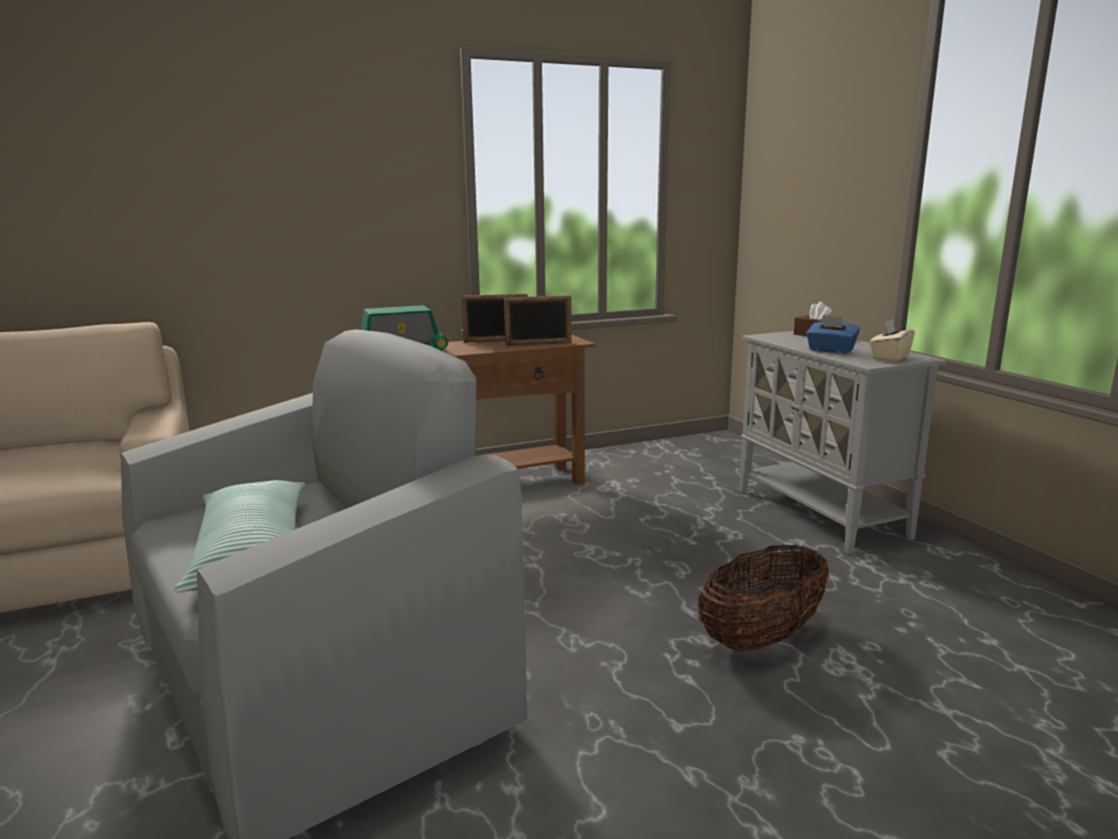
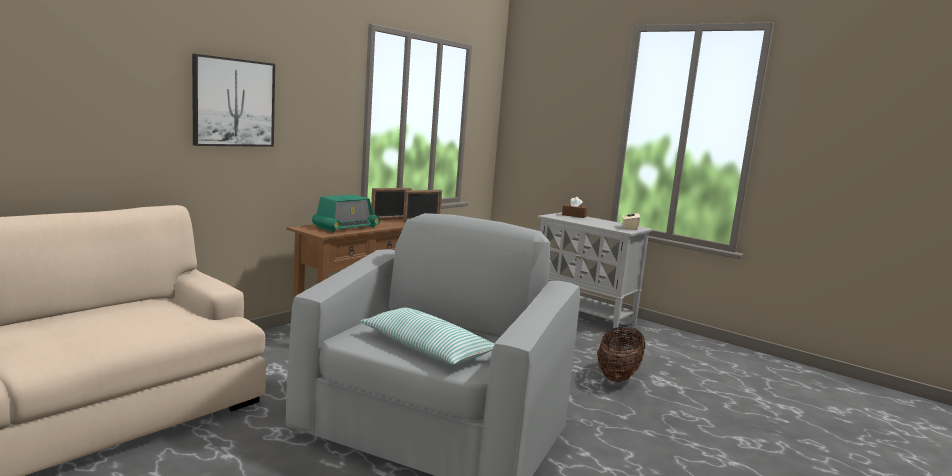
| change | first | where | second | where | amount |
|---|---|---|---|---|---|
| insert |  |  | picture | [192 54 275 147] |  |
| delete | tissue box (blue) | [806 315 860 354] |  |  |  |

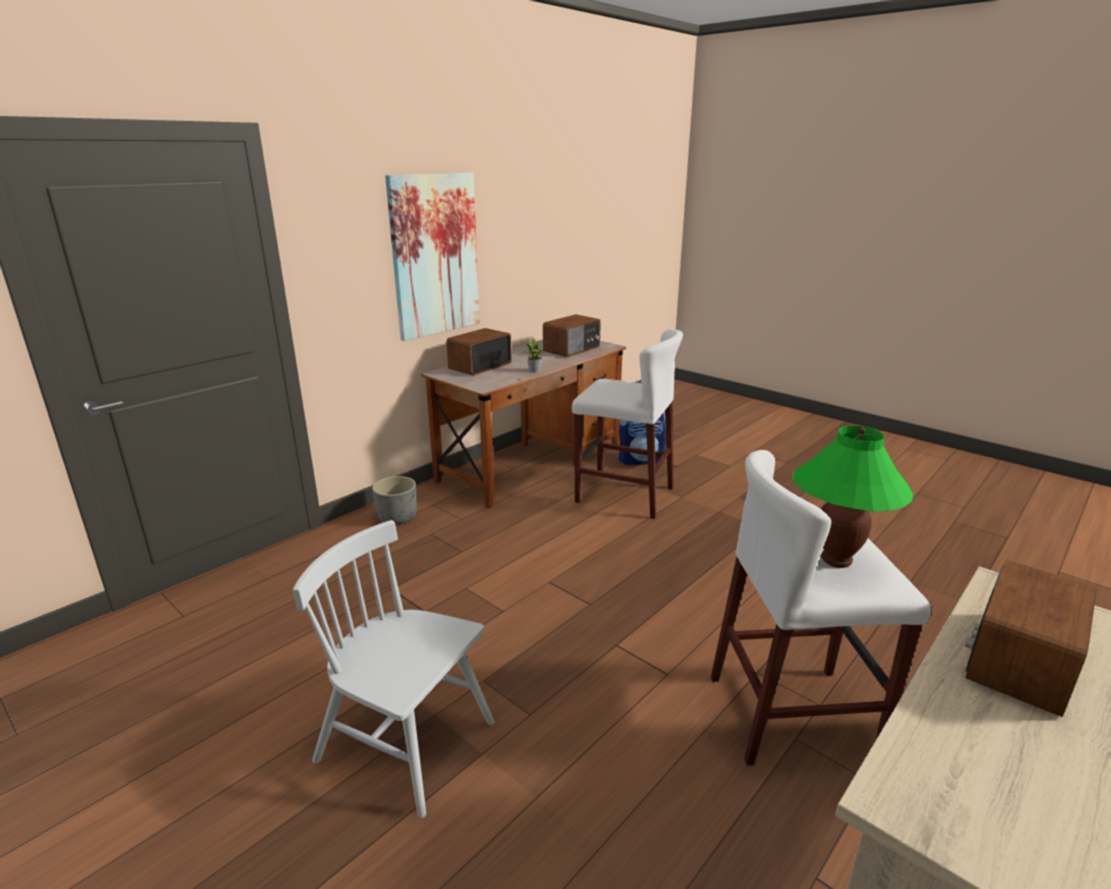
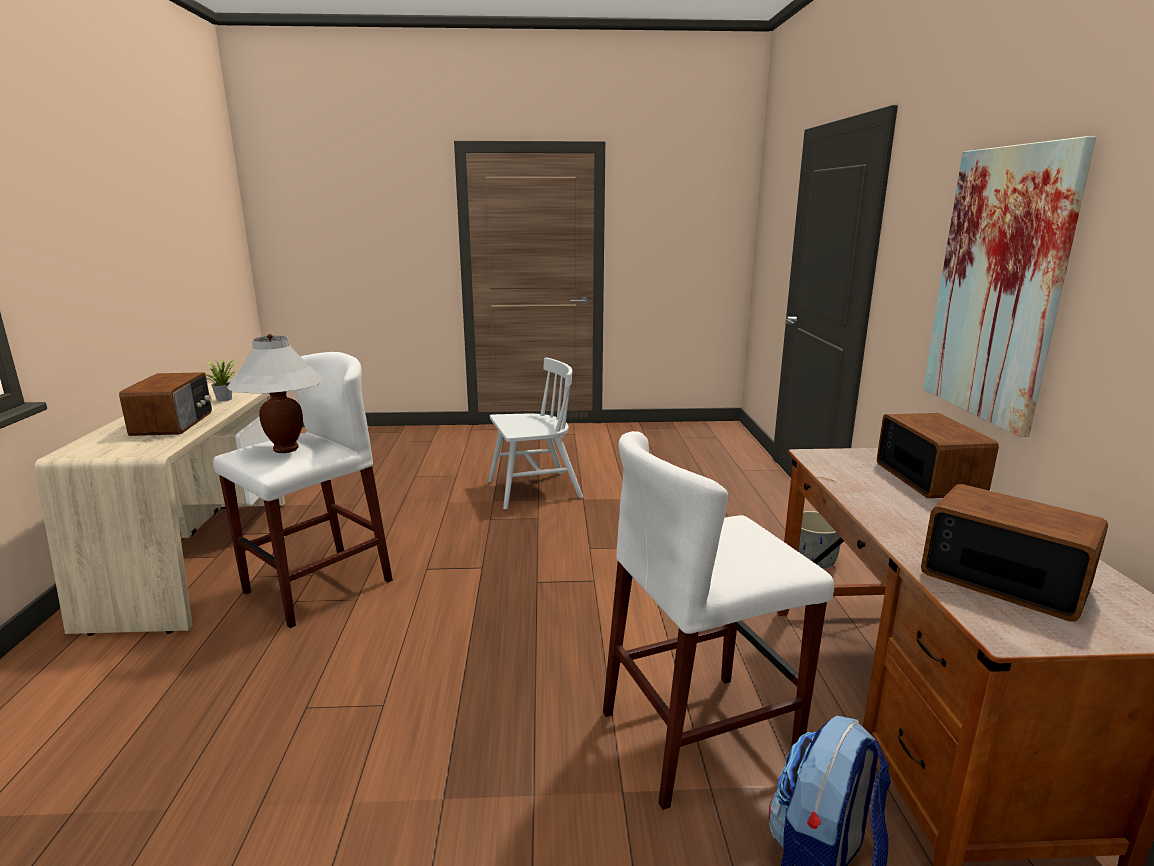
| change | first | where | second | where | amount |
|---|---|---|---|---|---|
| move | potted plant | [519 336 549 373] |  | [200 358 237 401] |  |
| recolor | table lamp (green) | [793 425 914 568] | table lamp (white) | [227 334 324 453] |  |
| rotate | radio | [543 314 601 357] |  | [921 484 1108 622] | 135 degrees clockwise |

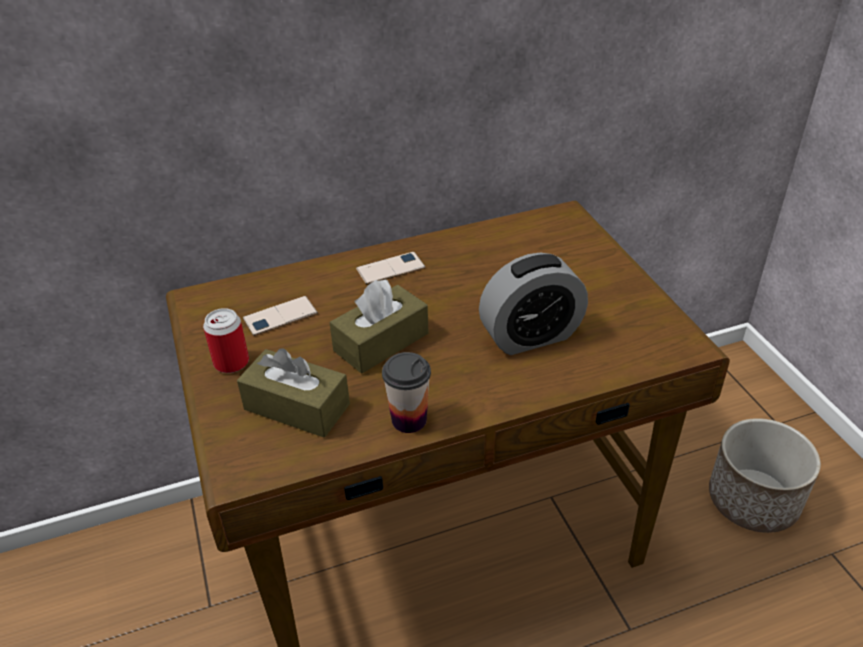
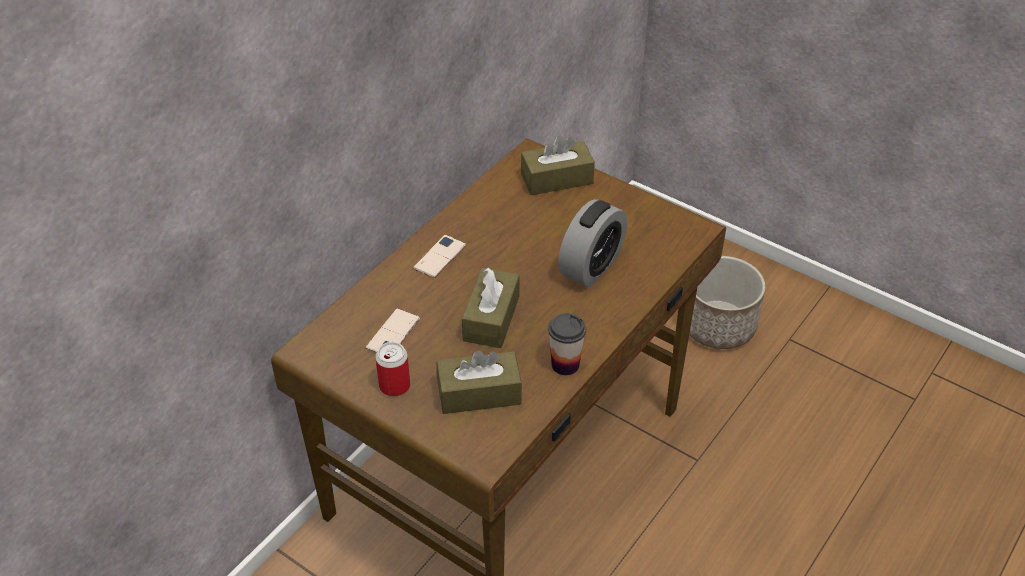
| change | first | where | second | where | amount |
|---|---|---|---|---|---|
| insert |  |  | tissue box (brown) | [521 136 595 195] |  |

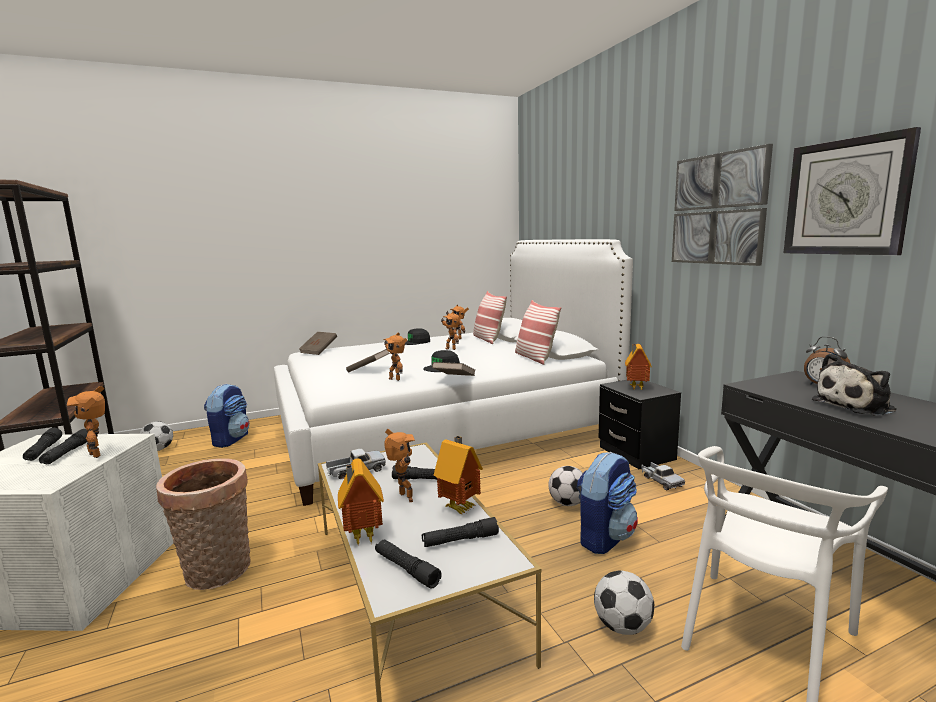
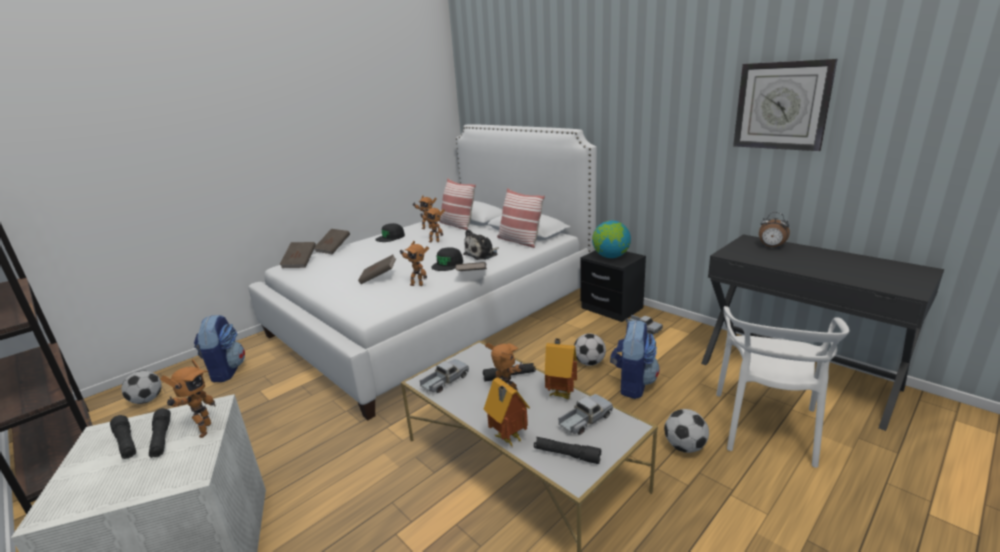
| change | first | where | second | where | amount |
|---|---|---|---|---|---|
| rotate | toy robot | [67 386 105 458] |  | [160 359 215 438] | 120 degrees counterclockwise |
| insert |  |  | book (brown) | [314 229 350 254] |  |
| move | plush toy | [812 354 897 416] |  | [463 229 499 260] |  |
| replace | flashlight (black) | [422 517 499 547] | toy truck | [559 394 613 435] |  |
| replace | toy house | [625 344 652 390] | globe | [592 220 631 258] |  |
| delete | basket | [156 459 250 590] |  |  |  |
| delete | picture | [672 144 773 266] |  |  |  |

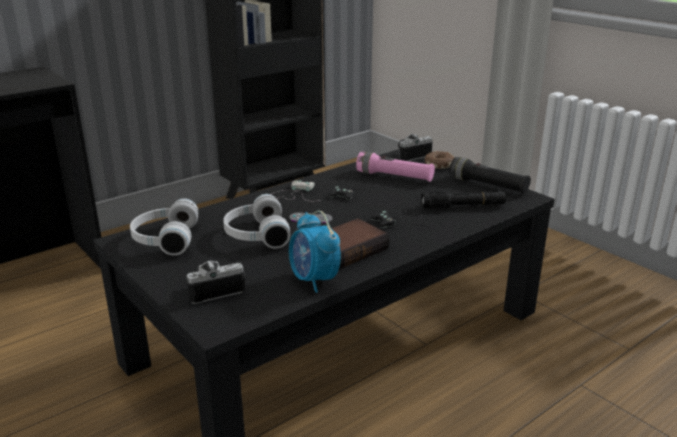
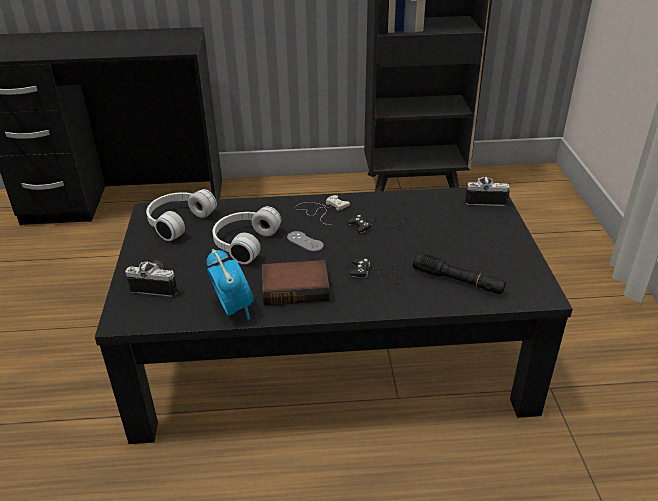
| change | first | where | second | where | amount |
|---|---|---|---|---|---|
| rotate | alarm clock | [289 211 341 293] |  | [207 249 254 319] | 150 degrees clockwise |
| delete | flashlight (pink) | [356 152 435 182] |  |  |  |
| delete | donut | [425 151 455 169] |  |  |  |
| delete | flashlight (black) | [449 157 531 194] |  |  |  |

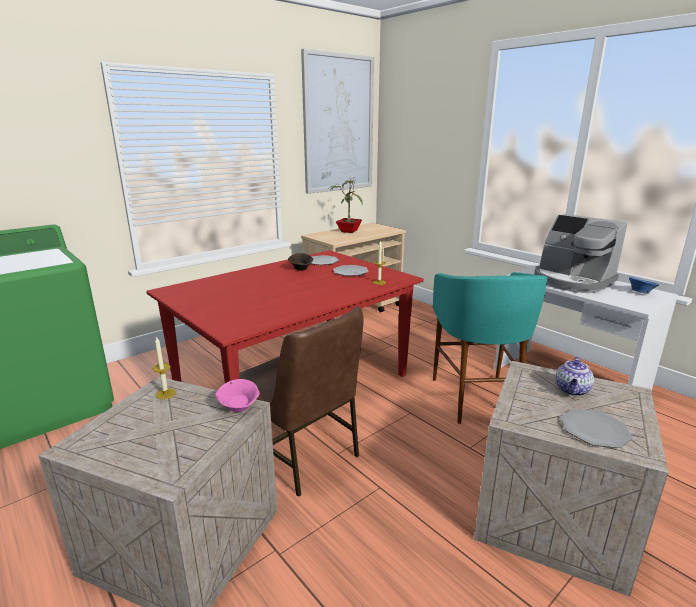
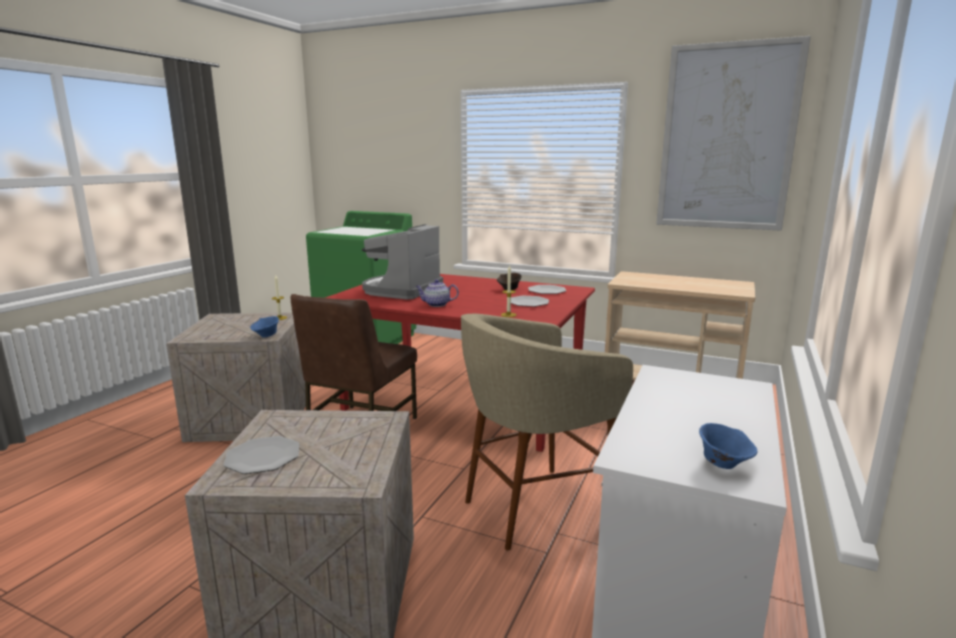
| change | first | where | second | where | amount |
|---|---|---|---|---|---|
| recolor | bowl (pink) | [215 379 260 412] | bowl (blue) | [250 316 279 338] |  |
| move | coffee machine | [534 214 628 293] |  | [362 224 443 300] |  |
| move | teapot | [556 357 594 396] |  | [415 280 459 307] |  |
| recolor | stool (turquoise) | [433 272 548 424] | stool (beige) | [461 314 633 550] |  |
| delete | potted plant | [331 176 363 233] |  |  |  |

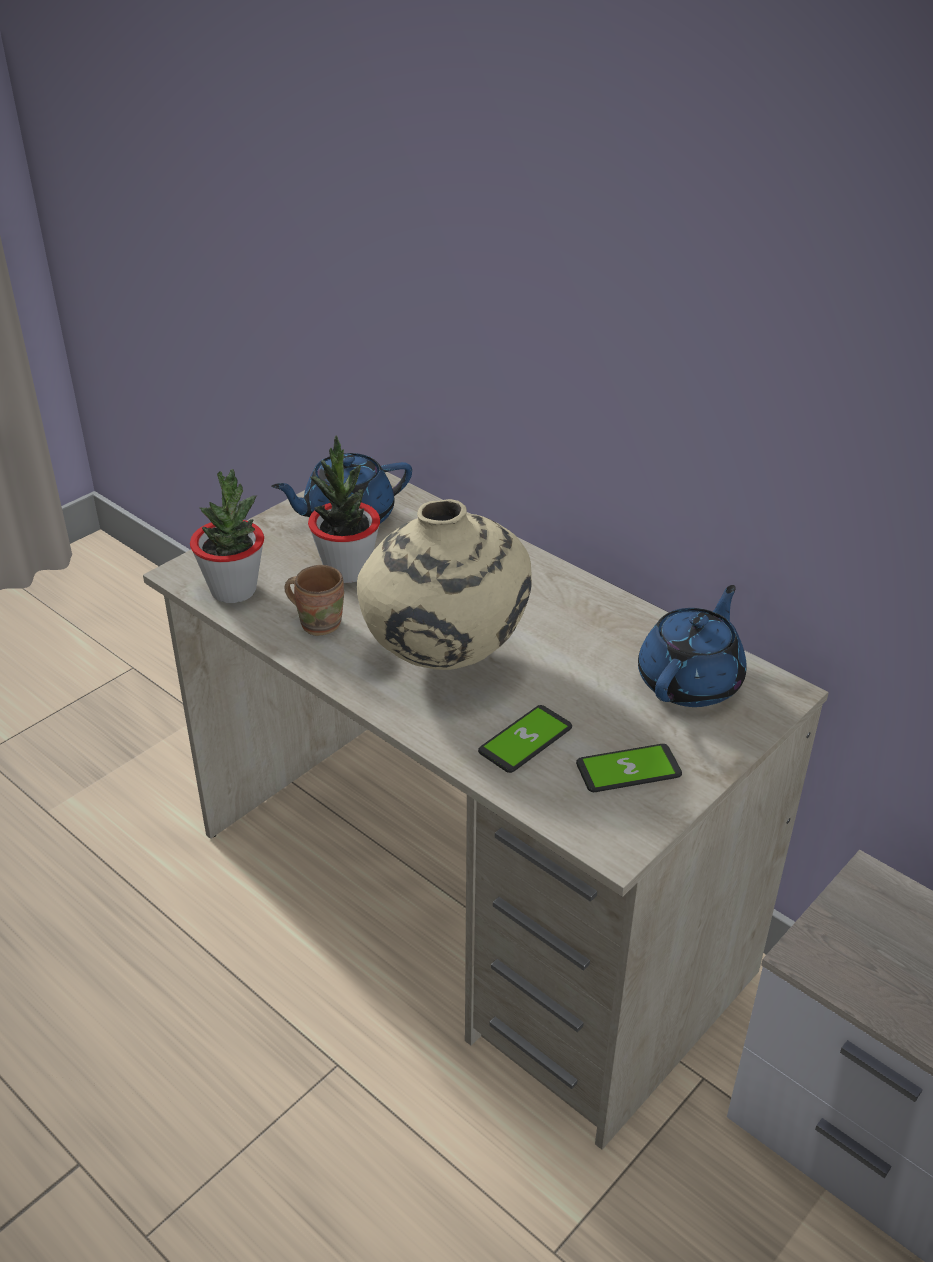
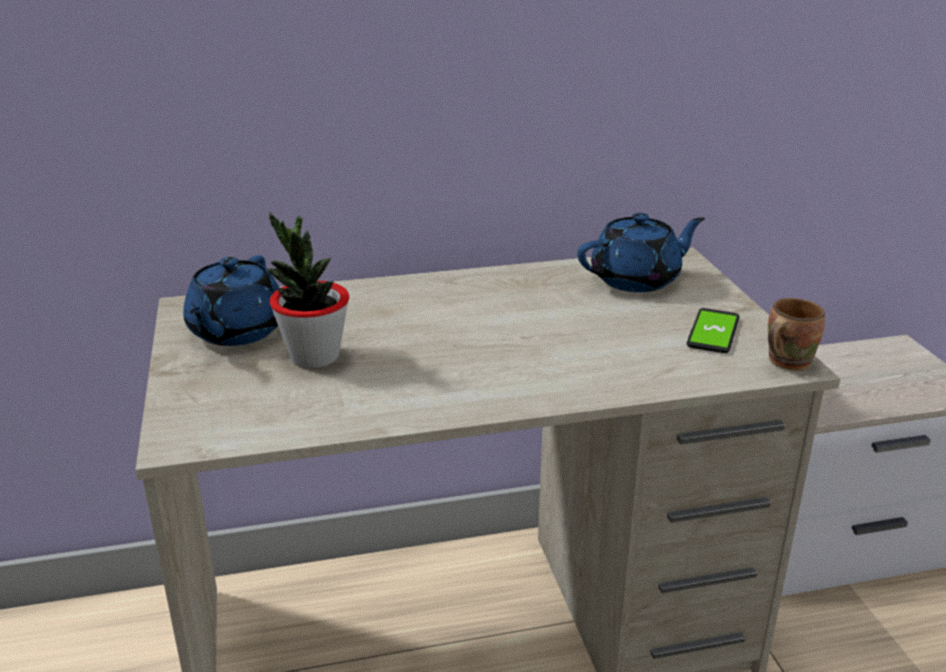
| change | first | where | second | where | amount |
|---|---|---|---|---|---|
| rotate | teapot (blue) | [638 585 747 707] |  | [577 213 705 292] | 90 degrees clockwise |
| move | mug (brown) | [285 565 344 636] |  | [768 298 825 371] |  |
| delete | potted plant | [190 469 264 603] |  |  |  |
| delete | vase (beige) | [357 499 532 670] |  |  |  |
| delete | phone | [478 705 572 773] |  |  |  |

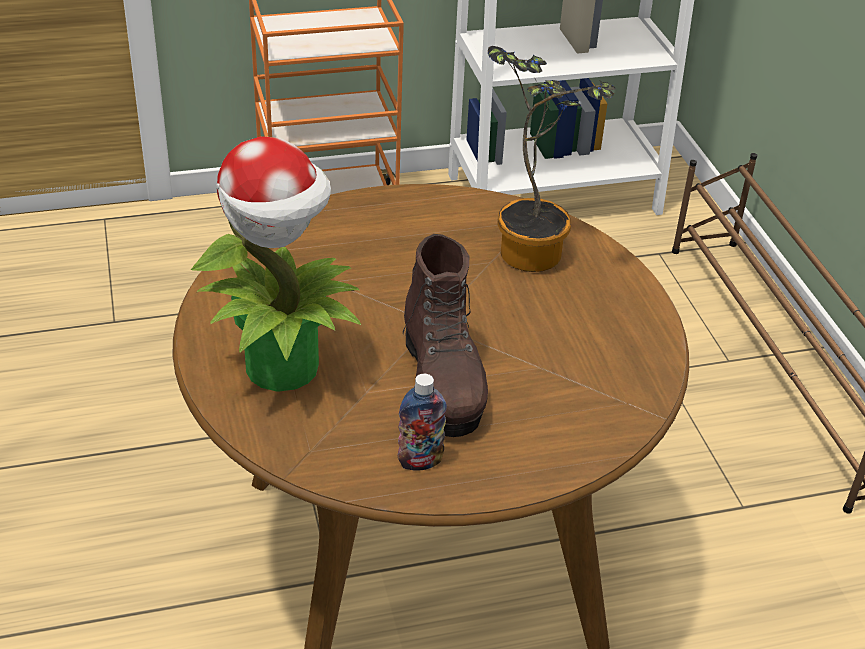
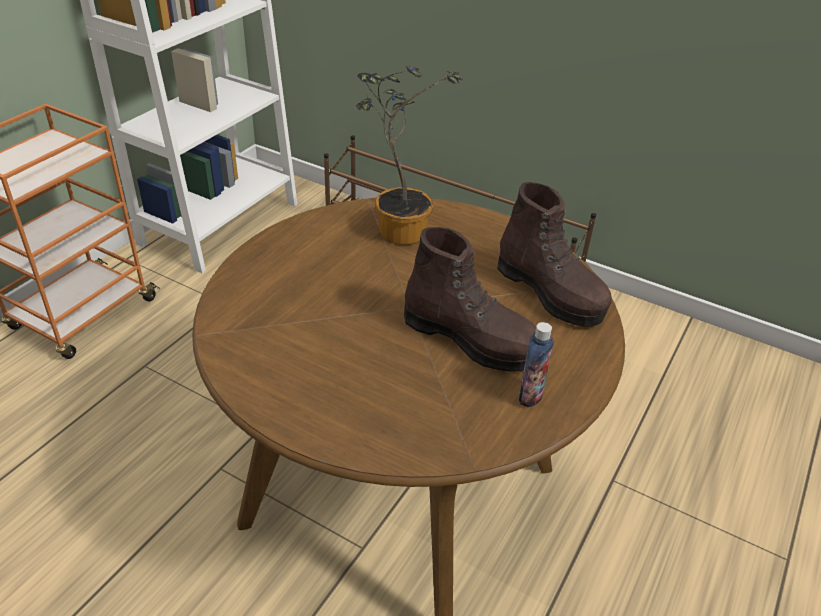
| change | first | where | second | where | amount |
|---|---|---|---|---|---|
| insert |  |  | boot (brown) | [497 182 611 327] |  |
| delete | potted plant | [191 136 361 392] |  |  |  |

